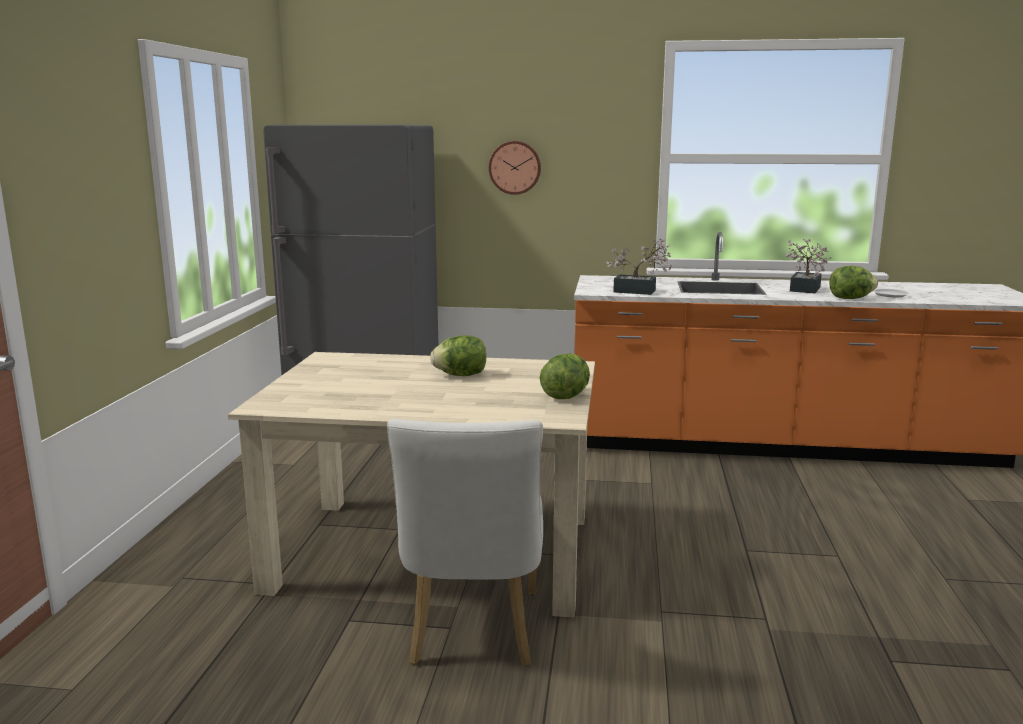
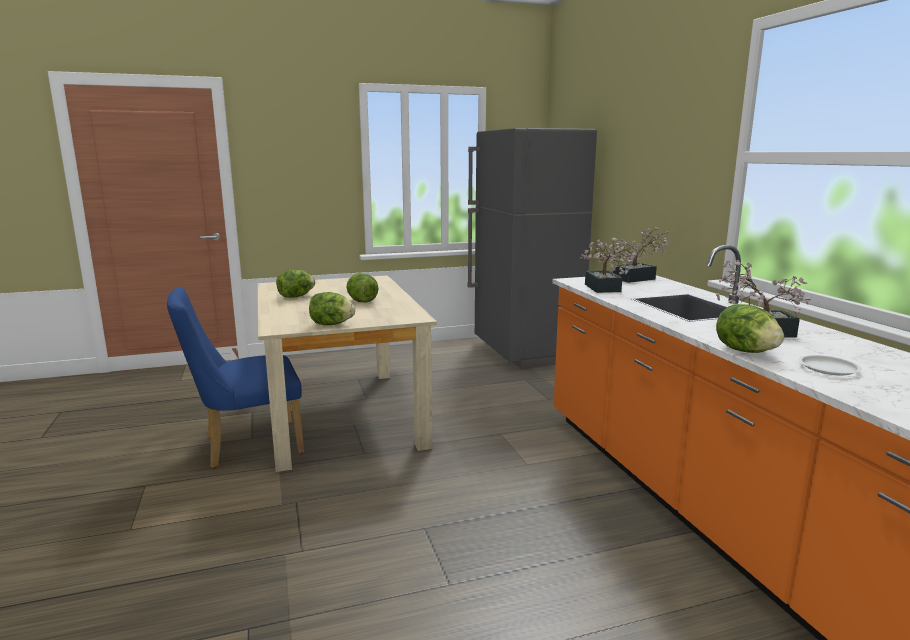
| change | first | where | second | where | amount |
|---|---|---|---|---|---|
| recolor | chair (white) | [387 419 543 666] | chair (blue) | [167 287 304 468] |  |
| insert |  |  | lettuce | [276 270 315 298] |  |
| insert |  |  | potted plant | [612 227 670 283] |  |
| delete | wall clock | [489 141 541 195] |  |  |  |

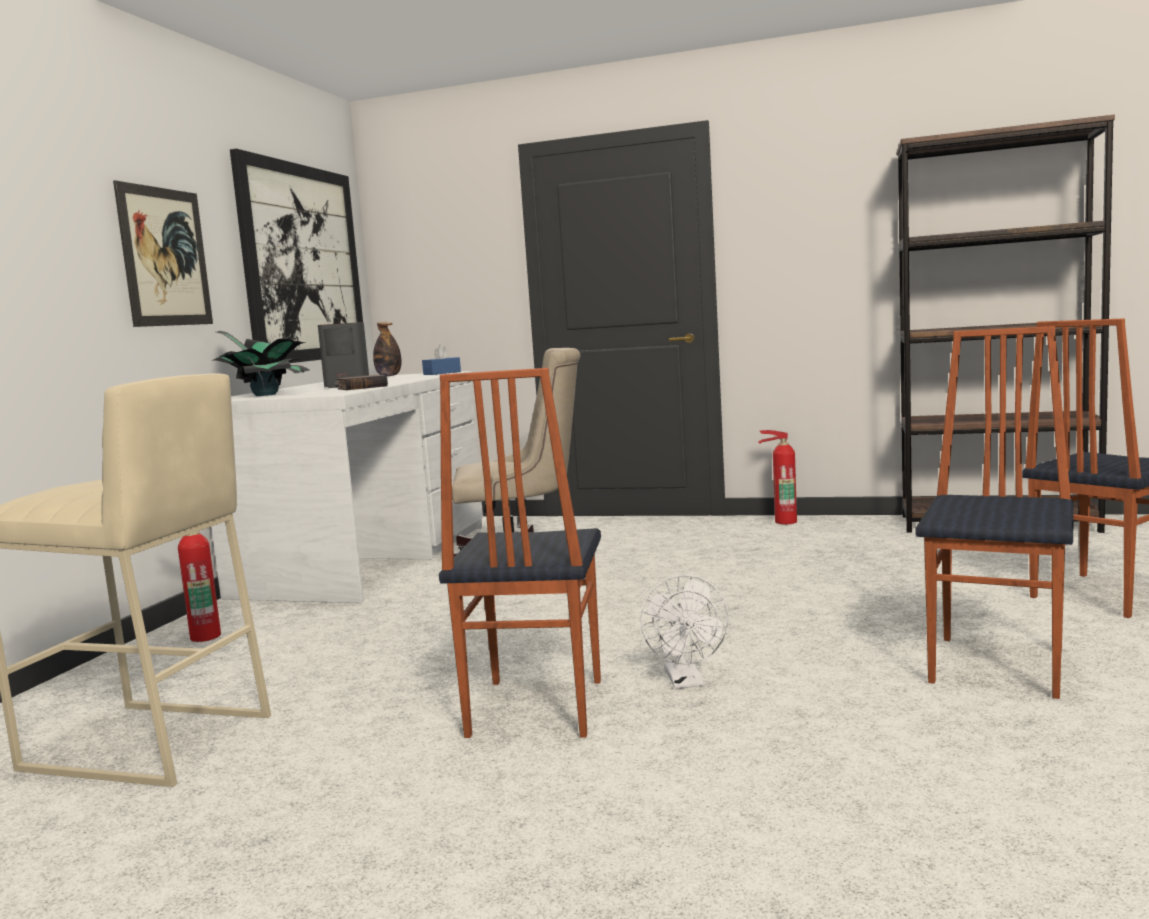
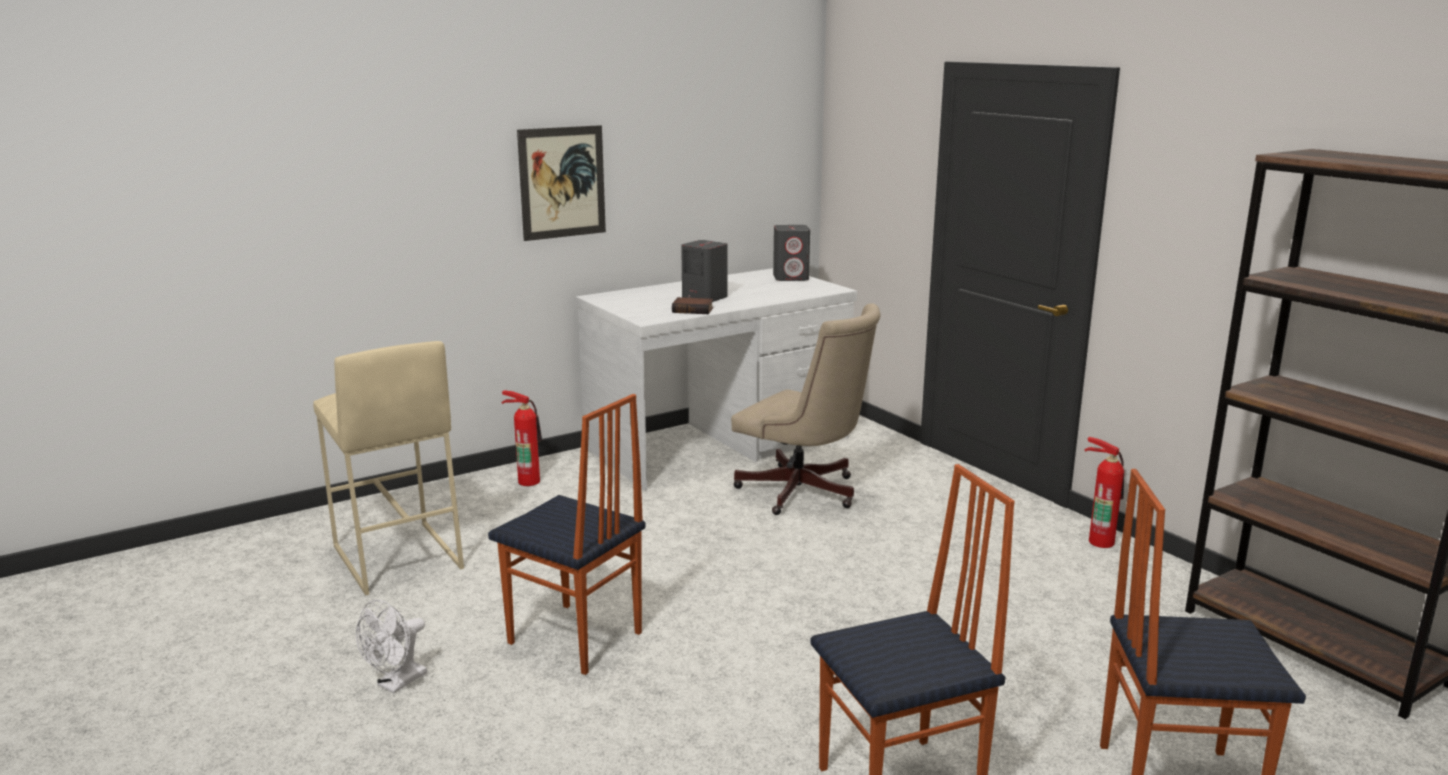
| change | first | where | second | where | amount |
|---|---|---|---|---|---|
| move | fan (white) | [641 575 728 689] |  | [356 600 427 693] |  |
| rotate | chair | [439 368 601 738] |  | [488 394 645 675] | 105 degrees counterclockwise |
| replace | bottle | [373 322 401 376] | speaker (grey) | [773 225 810 281] |  |
| delete | potted plant | [212 331 309 396] |  |  |  |
| delete | picture | [230 149 363 363] |  |  |  |
| delete | tissue box (blue) | [422 344 461 375] |  |  |  |

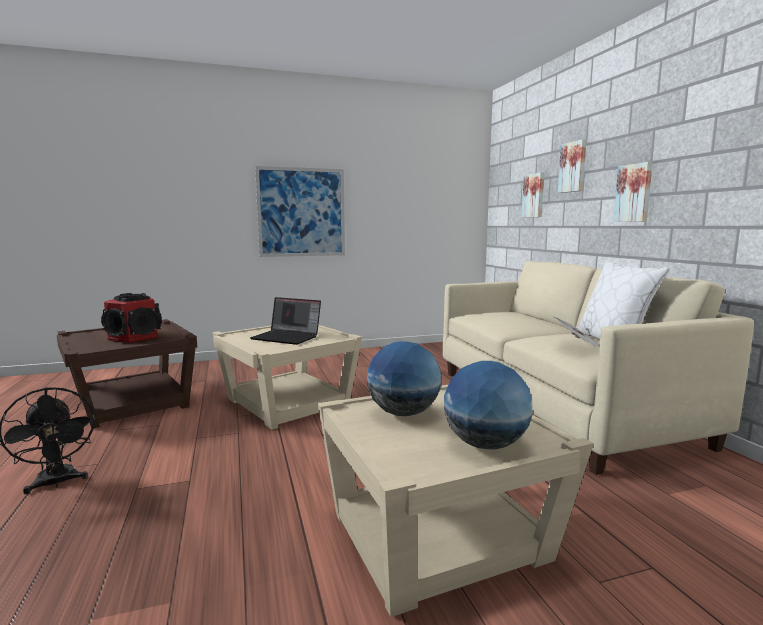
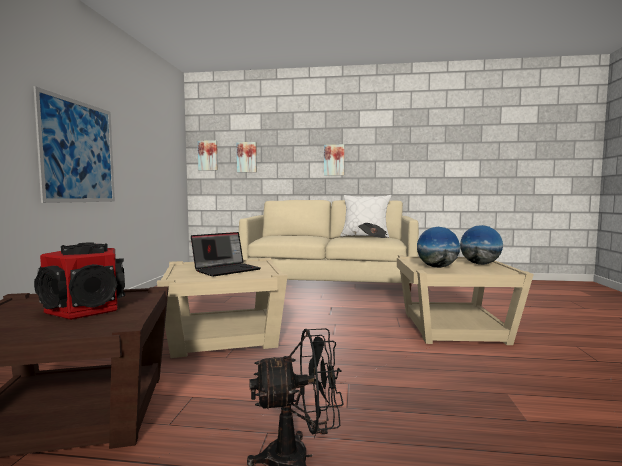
| change | first | where | second | where | amount |
|---|---|---|---|---|---|
| move | picture | [558 139 587 193] |  | [198 140 218 171] |  |

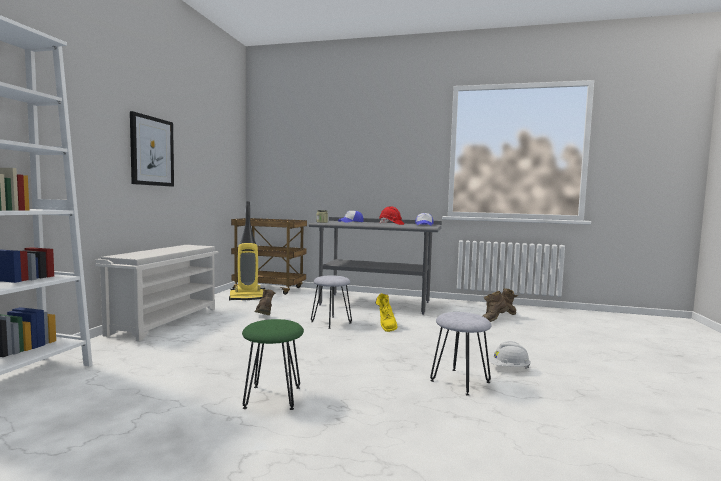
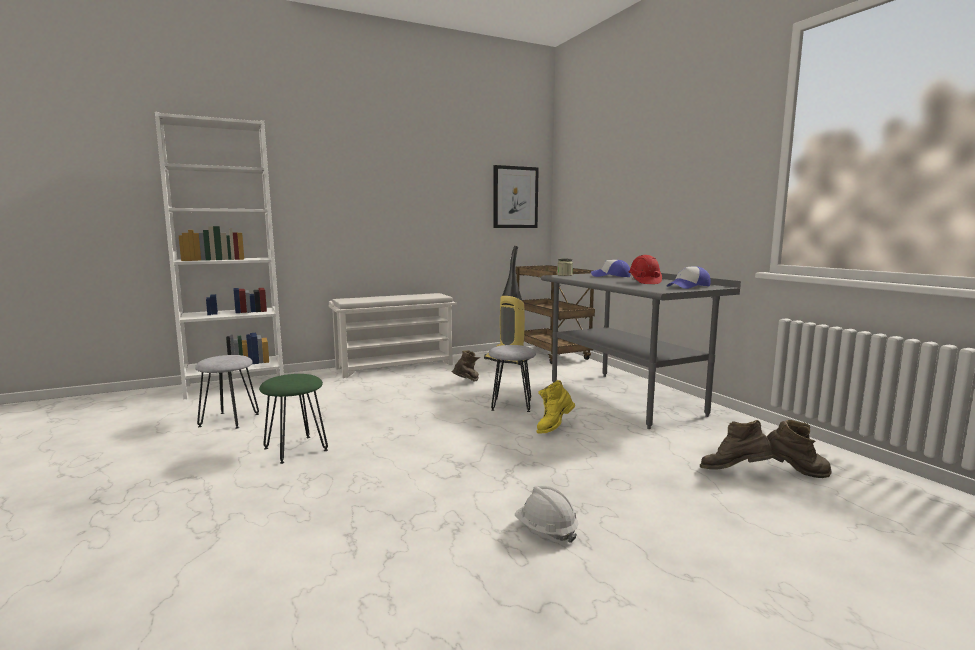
| change | first | where | second | where | amount |
|---|---|---|---|---|---|
| move | stool (grey) | [430 312 491 396] |  | [195 355 259 429] |  |
| move | picture | [130 111 174 187] |  | [493 165 539 228] |  |

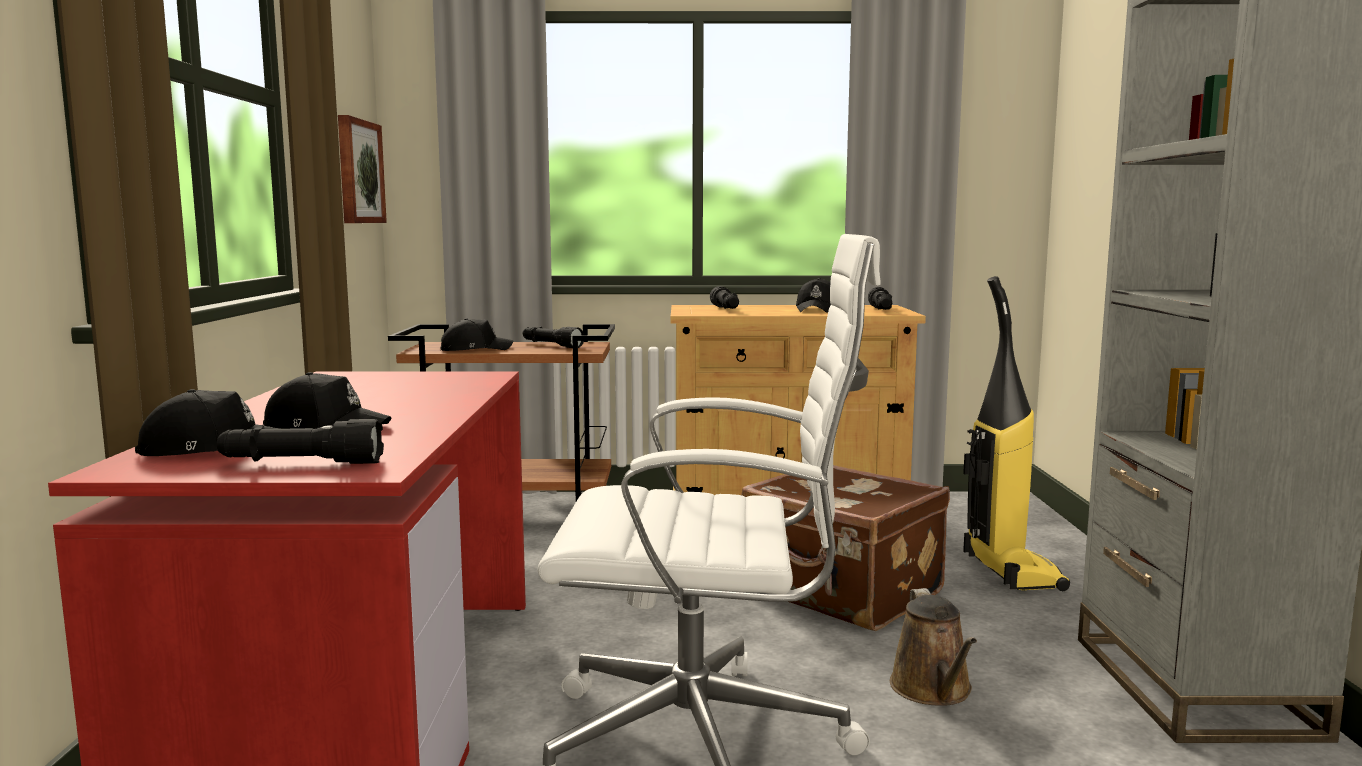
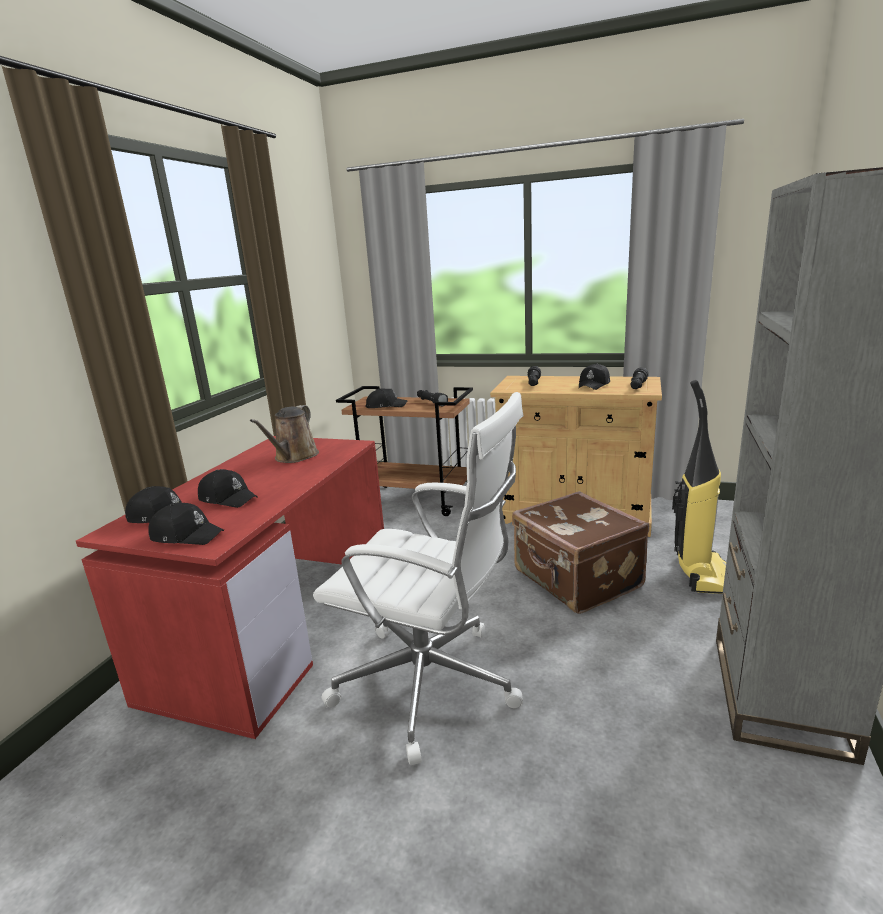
| change | first | where | second | where | amount |
|---|---|---|---|---|---|
| replace | flashlight (black) | [217 419 384 464] | cap (black) | [148 502 224 545] |  |
| move | watering can (brown) | [890 588 977 706] |  | [250 405 319 463] |  |
| delete | picture | [338 115 387 223] |  |  |  |

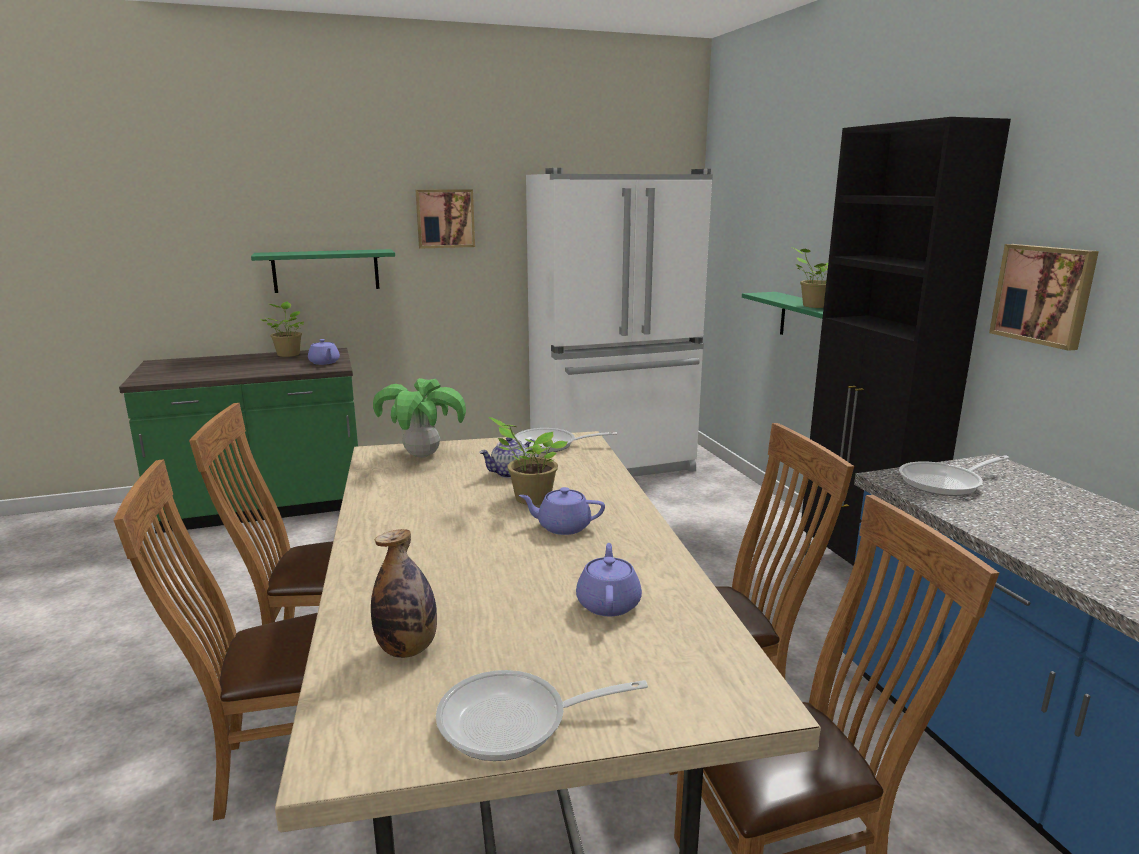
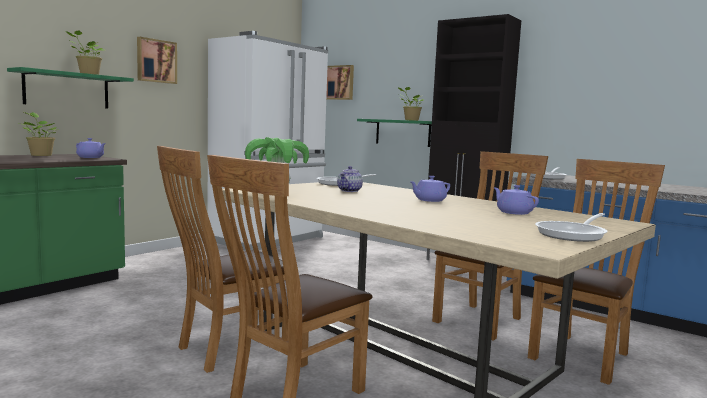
| change | first | where | second | where | amount |
|---|---|---|---|---|---|
| move | potted plant | [489 417 567 505] |  | [66 30 104 75] |  |
| move | picture | [989 244 1099 351] |  | [326 65 354 100] |  |
| delete | bottle | [371 529 437 658] |  |  |  |

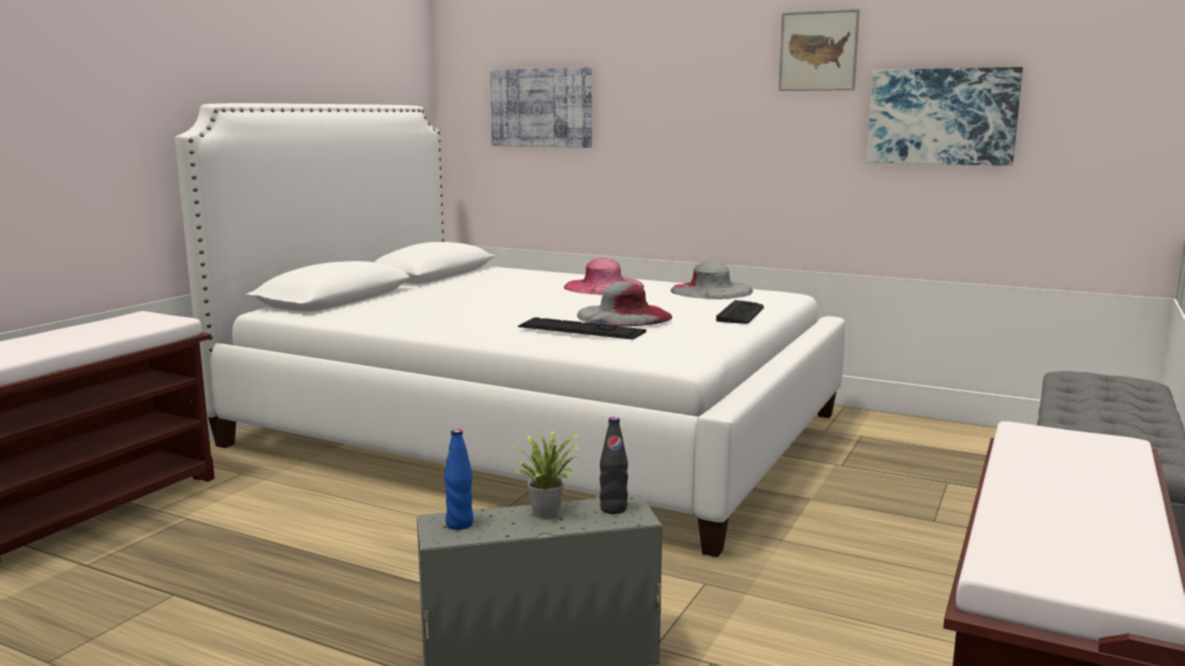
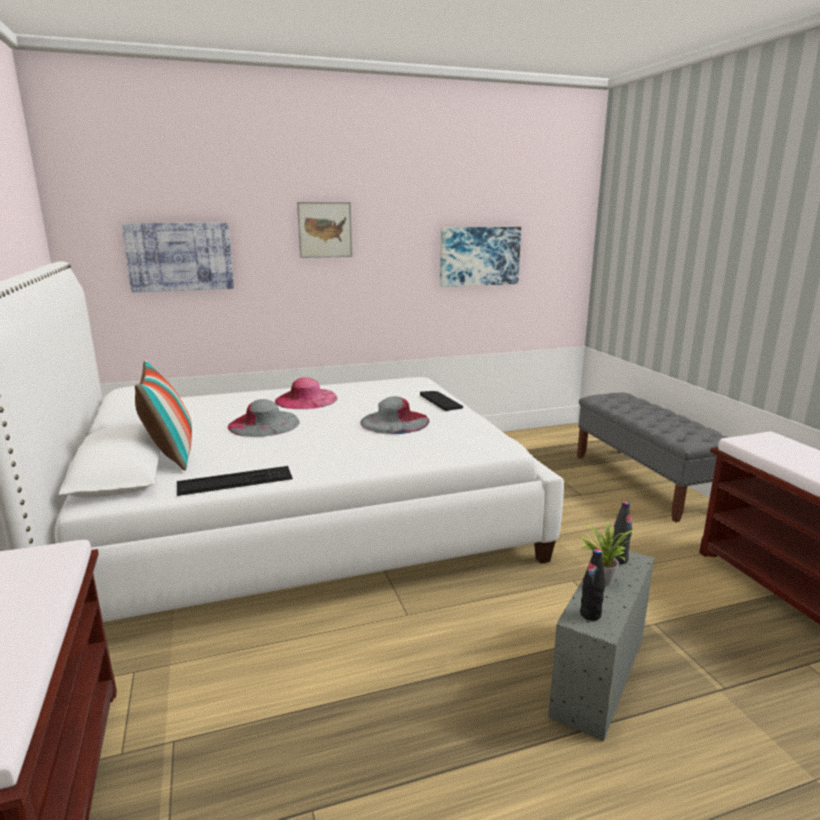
| change | first | where | second | where | amount |
|---|---|---|---|---|---|
| insert |  |  | pillow | [135 360 192 471] |  |
| move | keyboard | [518 317 646 340] |  | [177 466 293 496] |  |
| move | hat (grey) | [670 261 753 299] |  | [228 399 299 437] |  |
| move | picture | [778 9 860 91] |  | [297 202 352 258] |  |
| recolor | bottle (blue) | [444 429 473 530] | bottle (black) | [580 549 605 621] |  |

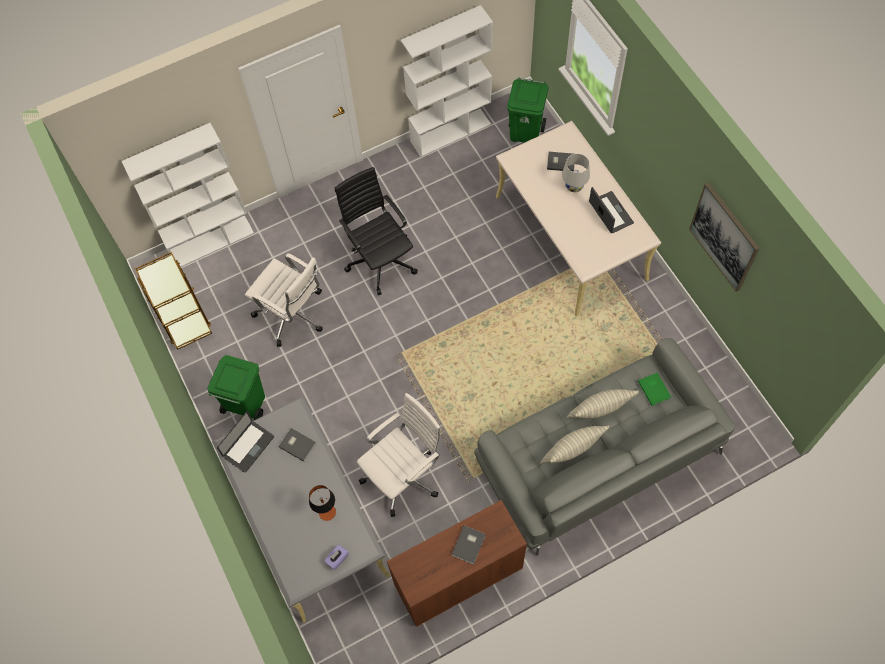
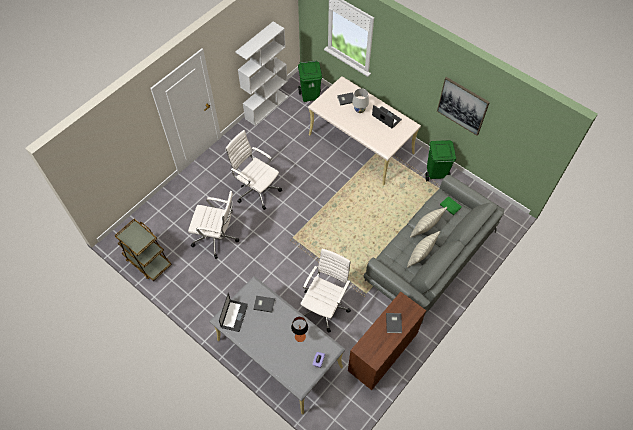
| change | first | where | second | where | amount |
|---|---|---|---|---|---|
| recolor | office chair (black) | [335 167 417 295] | office chair (white) | [225 130 282 210] |  |
| move | trash can (green) | [207 355 265 420] |  | [425 140 456 181] |  |
| delete | bookcase (white) | [122 123 254 267] |  |  |  |

